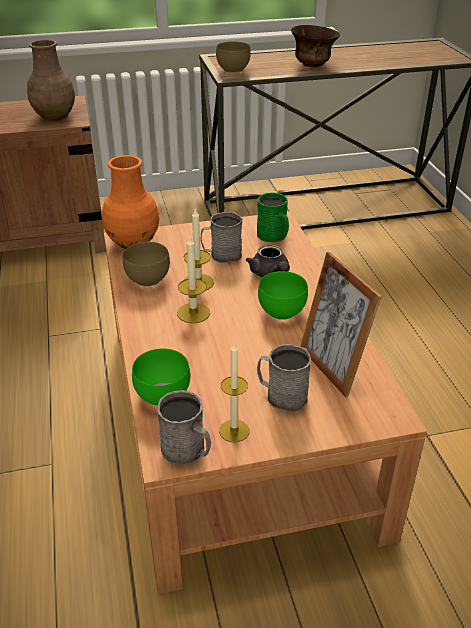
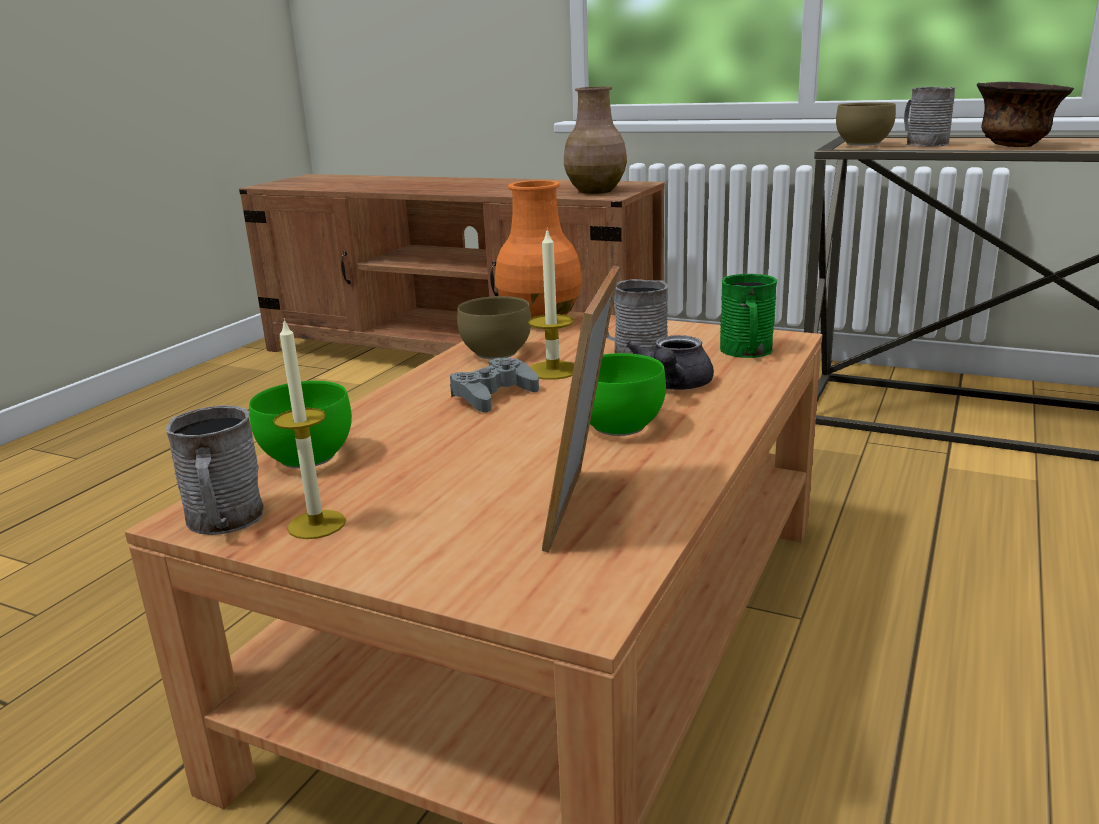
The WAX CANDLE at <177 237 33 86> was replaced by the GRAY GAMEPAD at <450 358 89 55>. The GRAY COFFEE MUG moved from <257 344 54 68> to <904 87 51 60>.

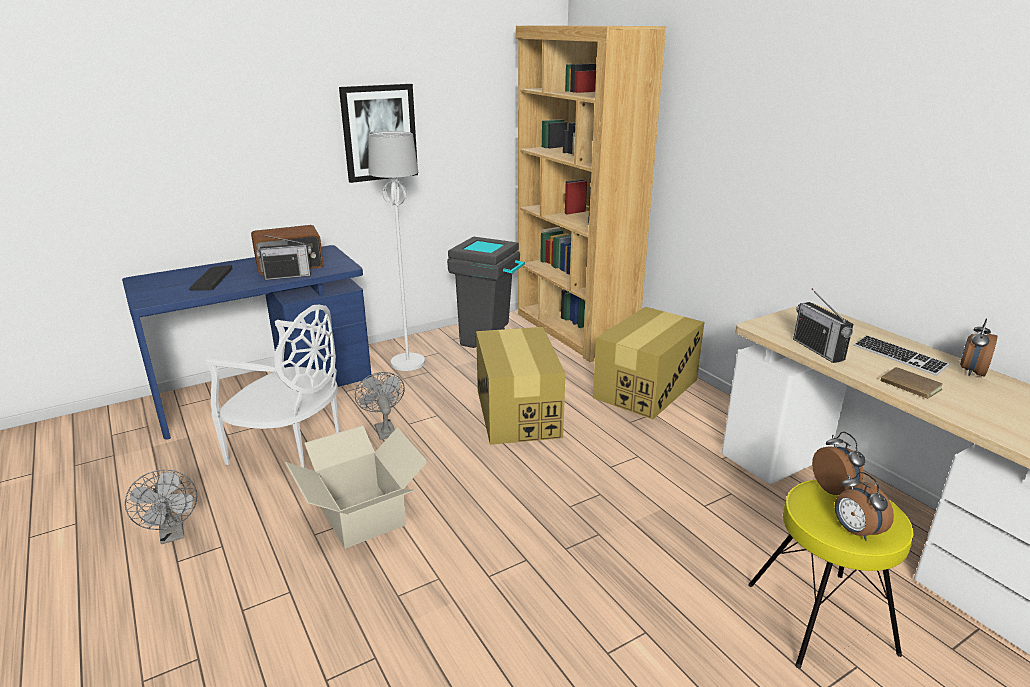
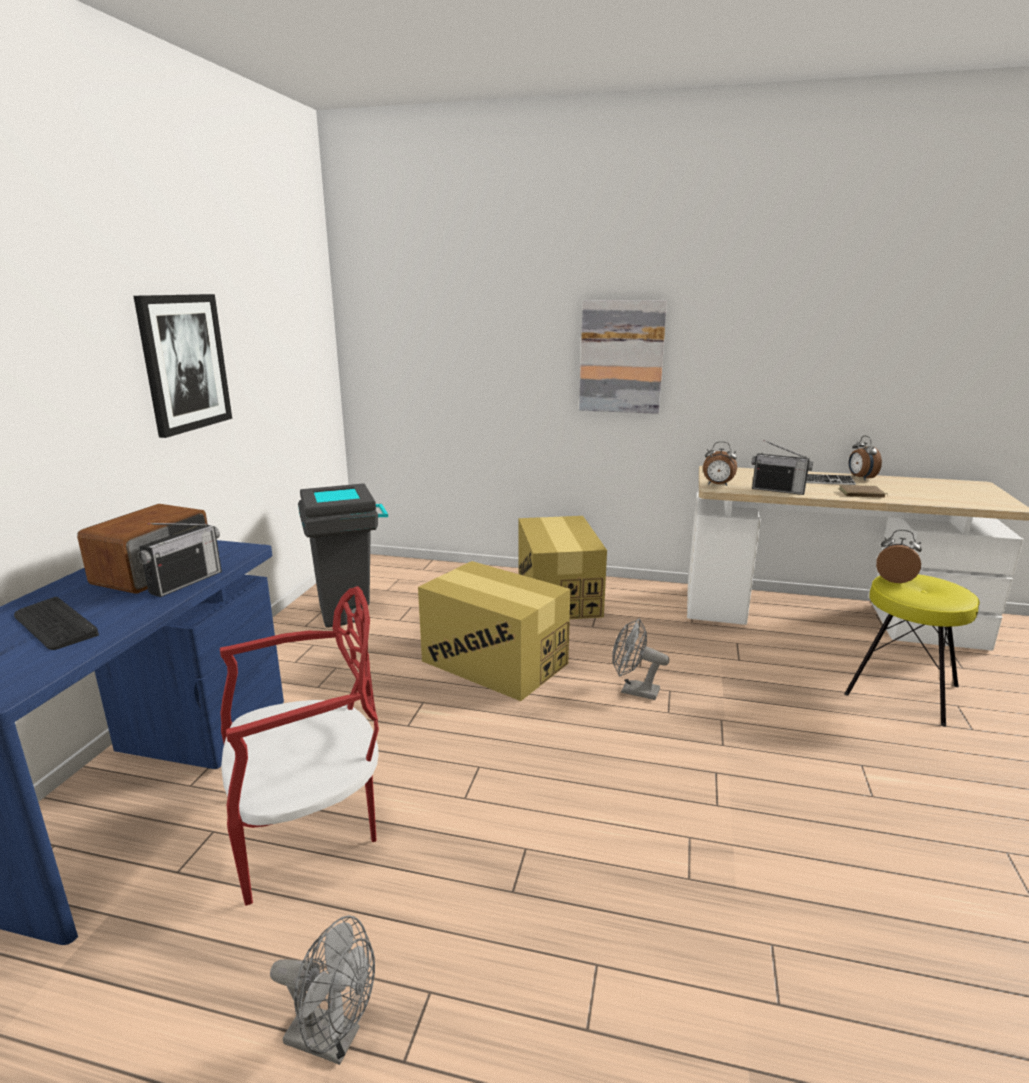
The WHITE UPRIGHT CHAIR at <206 305 133 163> became the REDDISH UPRIGHT CHAIR at <220 586 159 320>. The CARDBOARD BOX at <285 425 143 124> disappeared. The GRAY FAN moved from <355 372 50 68> to <612 619 57 81>. The WHITE FLOOR LAMP at <368 131 57 240> disappeared. The BROWNISH SHELVING UNIT at <516 25 150 337> disappeared. The ALARM CLOCK moved from <835 472 59 69> to <703 441 34 45>. The WALL ART at <579 300 88 114> appeared.

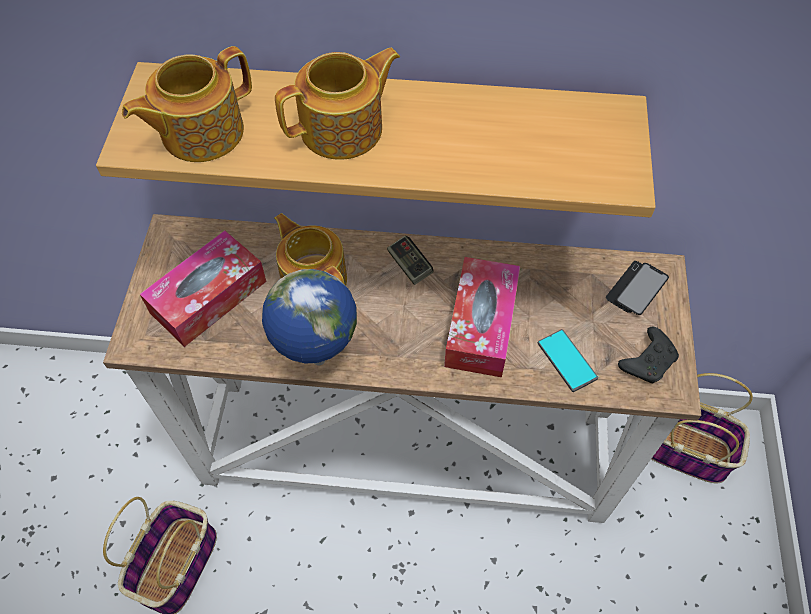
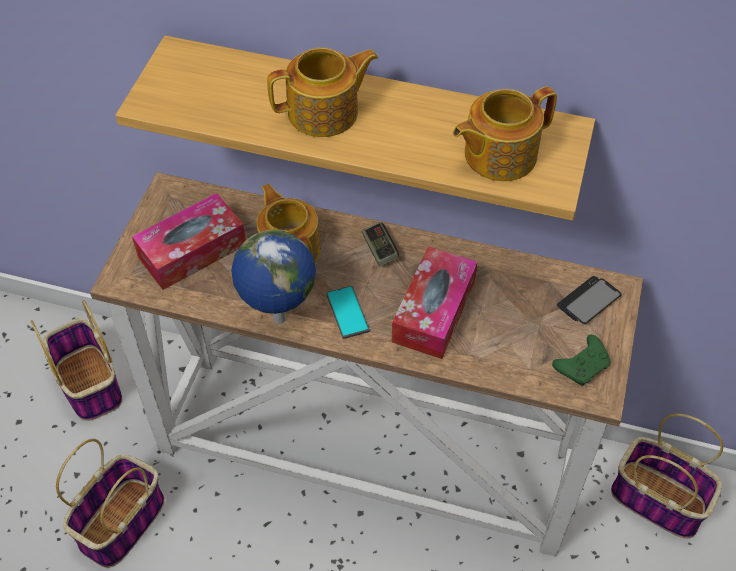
The TEAPOT moved from <122 46 130 116> to <453 86 104 95>. The TELEPHONE moved from <538 329 60 63> to <326 286 44 53>. The BLACK GAMEPAD at <618 327 61 57> became the GREENISH GAMEPAD at <552 335 58 51>. The HOUSEHOLD BASKET at <30 300 92 121> appeared.

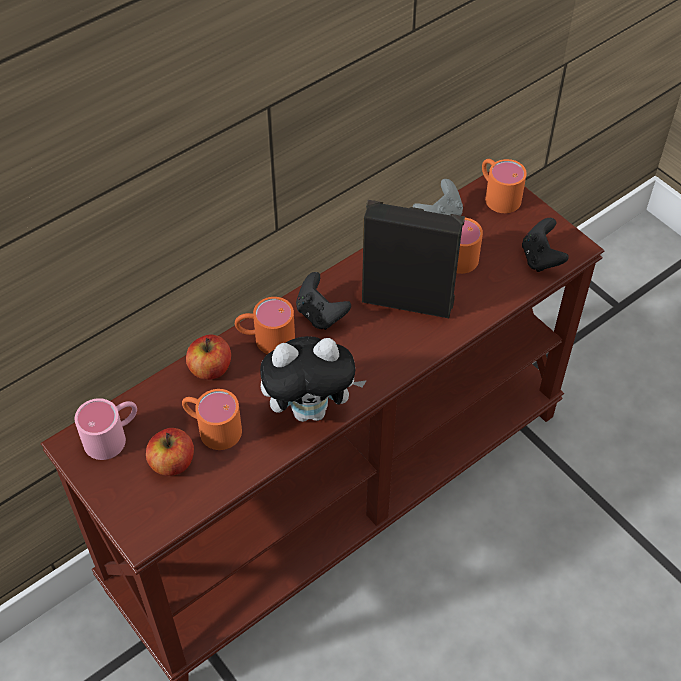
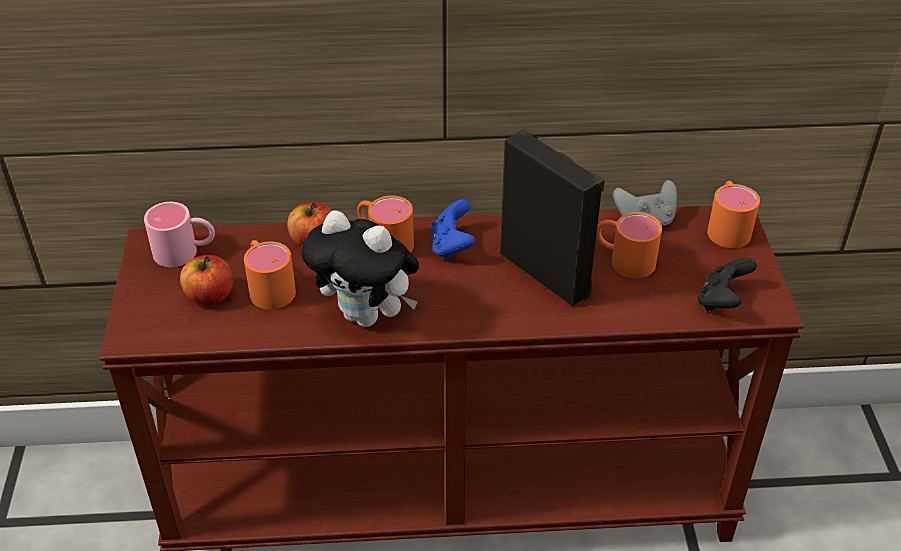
The BLACK GAMEPAD at <296 272 55 58> became the BLUISH GAMEPAD at <431 199 45 60>.

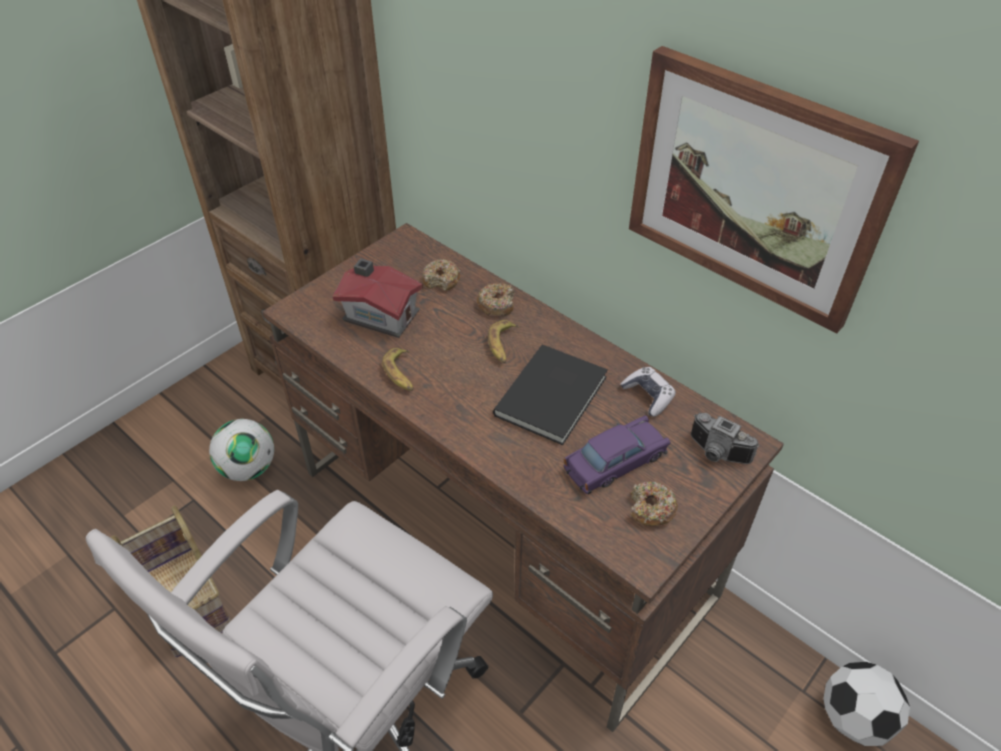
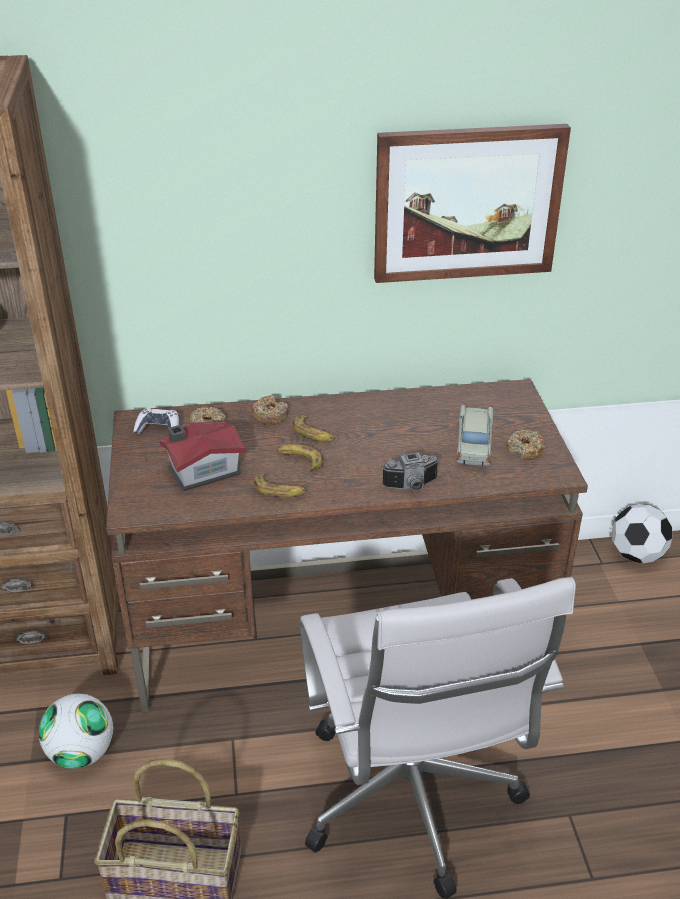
The BLACK BOOK at <493 344 115 101> disappeared. The PURPLE MODEL CAR at <564 415 106 79> became the BEIGE-COLOURED MODEL CAR at <456 405 37 61>. The GAMEPAD moved from <621 367 55 50> to <133 408 46 27>. The PHOTO CAMERA moved from <691 413 68 51> to <382 452 57 39>. The WHOLE BANANA at <277 444 46 28> appeared.

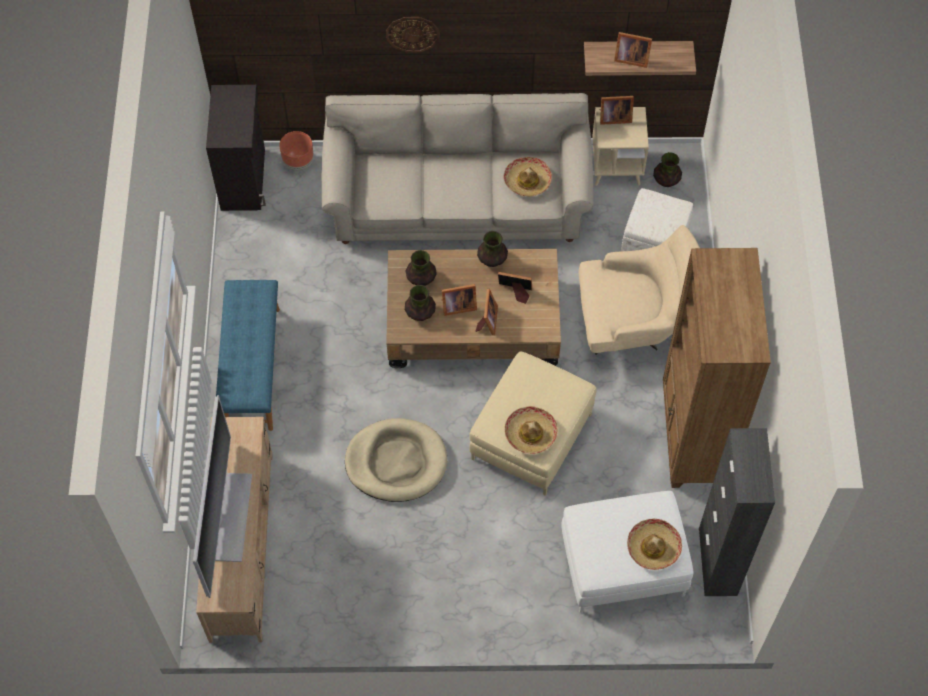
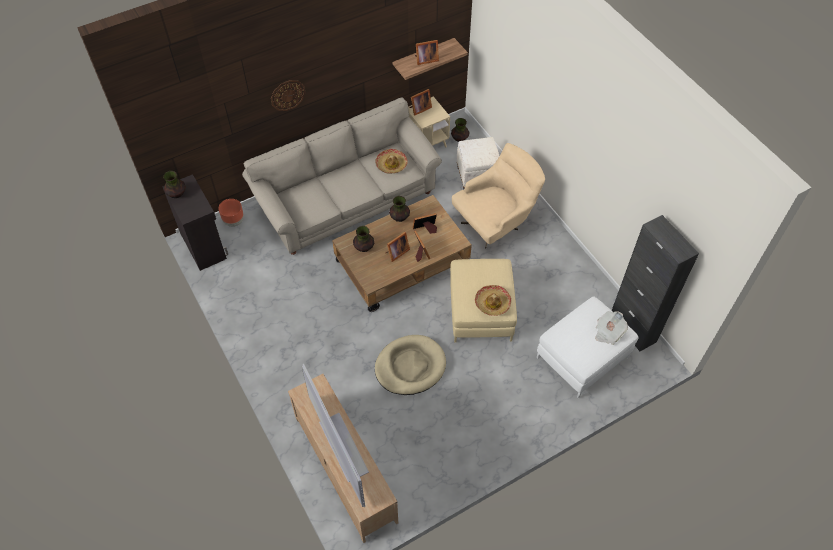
The BLUISH INDOOR BENCH at <216 280 64 151> disappeared. The FLOWER VASE moved from <405 285 31 36> to <163 171 23 27>. The CLOTHING HAT at <627 519 55 51> was replaced by the DAILY PAPER at <595 311 33 34>. The BROWNISH SHELVING UNIT at <663 248 108 240> disappeared.

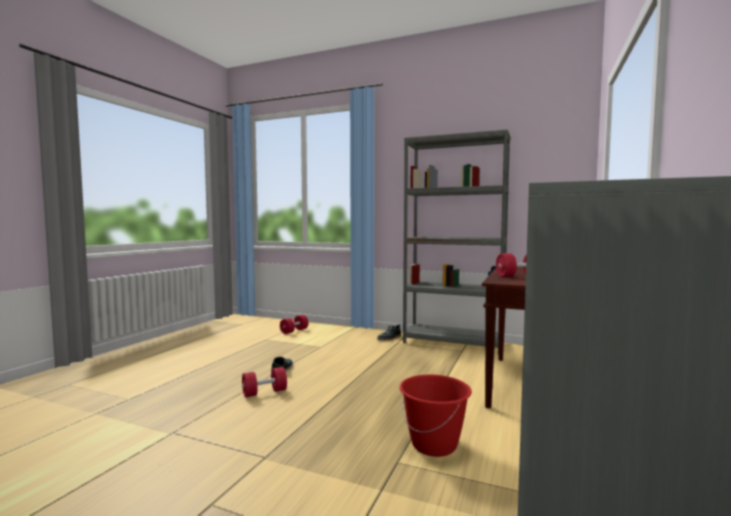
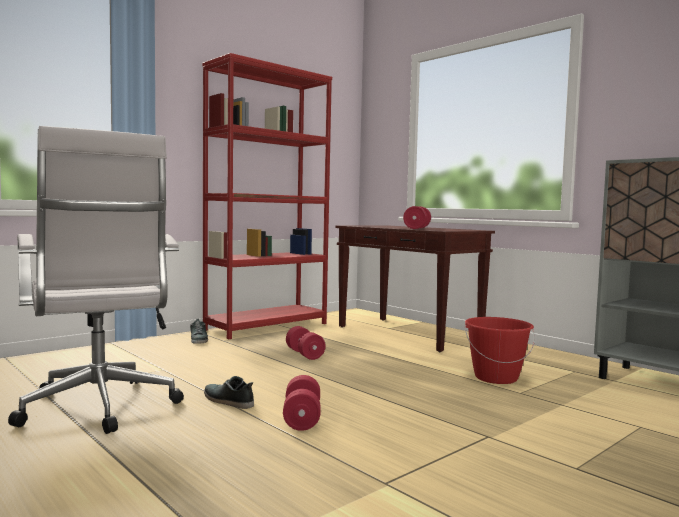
The REDDISH FREE WEIGHT moved from <280 315 29 19> to <286 326 40 34>. The GRAY SHELVING UNIT at <403 129 108 219> became the REDDISH SHELVING UNIT at <202 53 130 286>. The WHITE DESK CHAIR at <8 126 176 308> appeared.

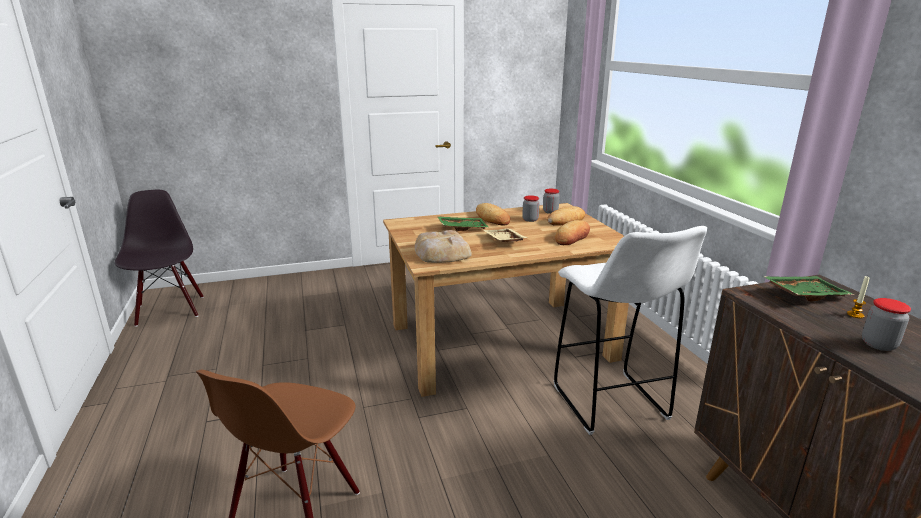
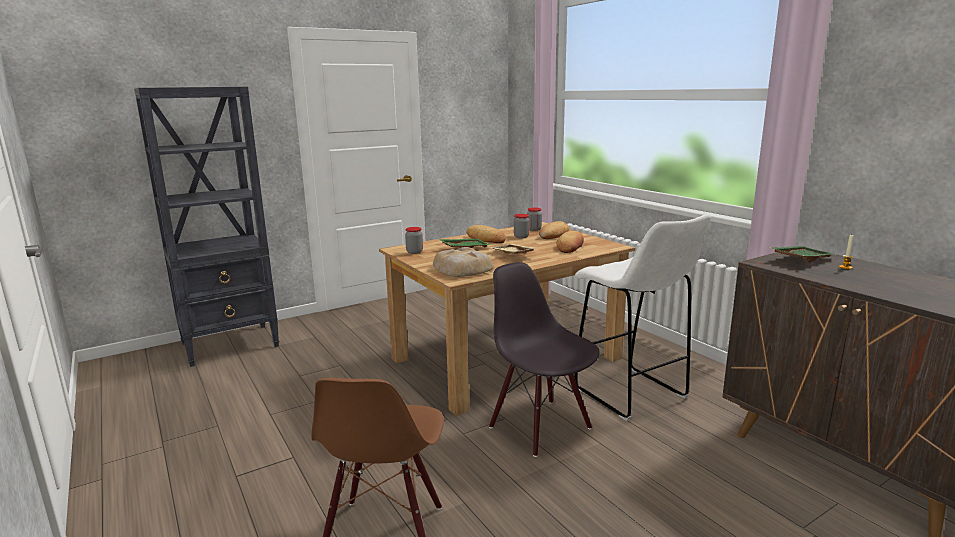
The BLACK UPRIGHT CHAIR moved from <115 190 89 137> to <489 262 111 195>. The PRESERVE JAR moved from <862 298 49 53> to <405 227 18 27>. The BLACK SHELVING UNIT at <134 87 145 280> appeared.

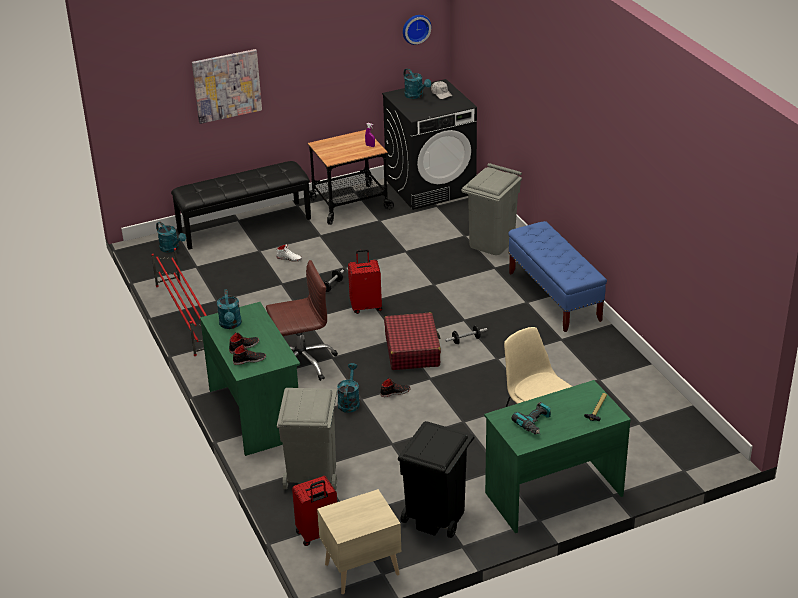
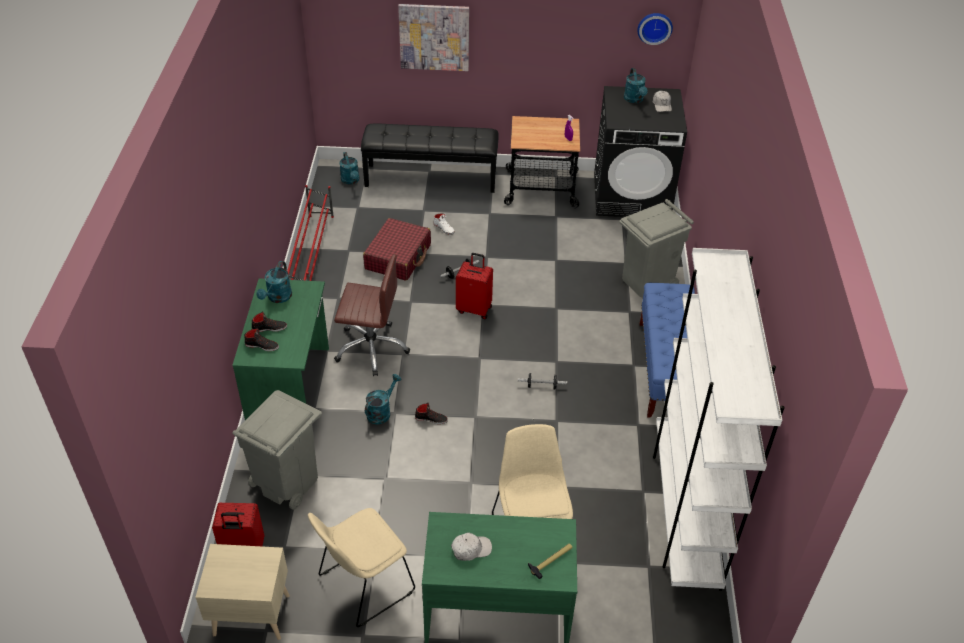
The REDDISH PIECE OF LUGGAGE moved from <384 312 57 58> to <363 218 68 63>. The BLACK WASTE BIN at <398 421 76 117> was replaced by the BEIGE-COLOURED UPRIGHT CHAIR at <308 508 107 119>. The POWER DRILL at <512 402 39 32> was replaced by the WHITE BASEBALL CAP at <451 533 41 28>. The WHITE SHELVING UNIT at <653 248 132 343> appeared.

